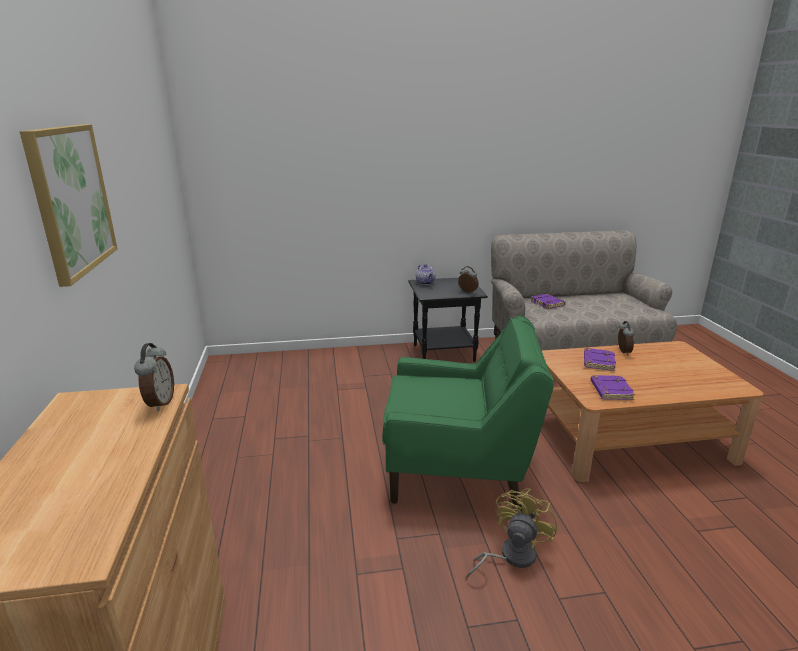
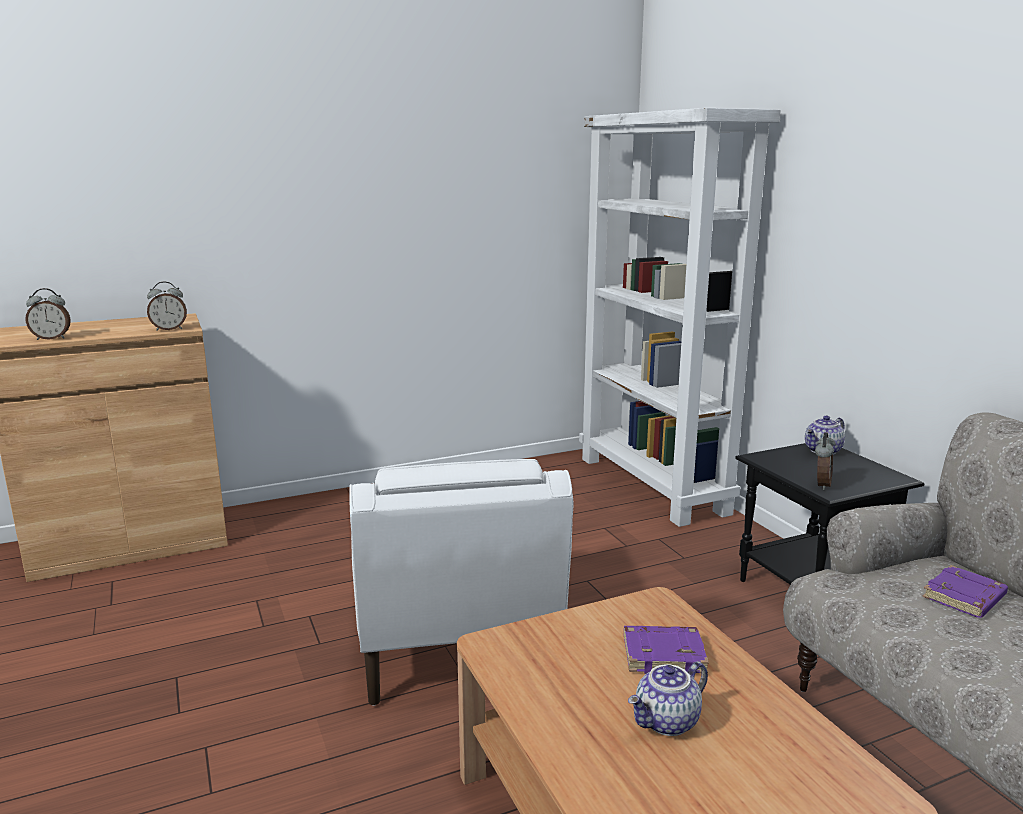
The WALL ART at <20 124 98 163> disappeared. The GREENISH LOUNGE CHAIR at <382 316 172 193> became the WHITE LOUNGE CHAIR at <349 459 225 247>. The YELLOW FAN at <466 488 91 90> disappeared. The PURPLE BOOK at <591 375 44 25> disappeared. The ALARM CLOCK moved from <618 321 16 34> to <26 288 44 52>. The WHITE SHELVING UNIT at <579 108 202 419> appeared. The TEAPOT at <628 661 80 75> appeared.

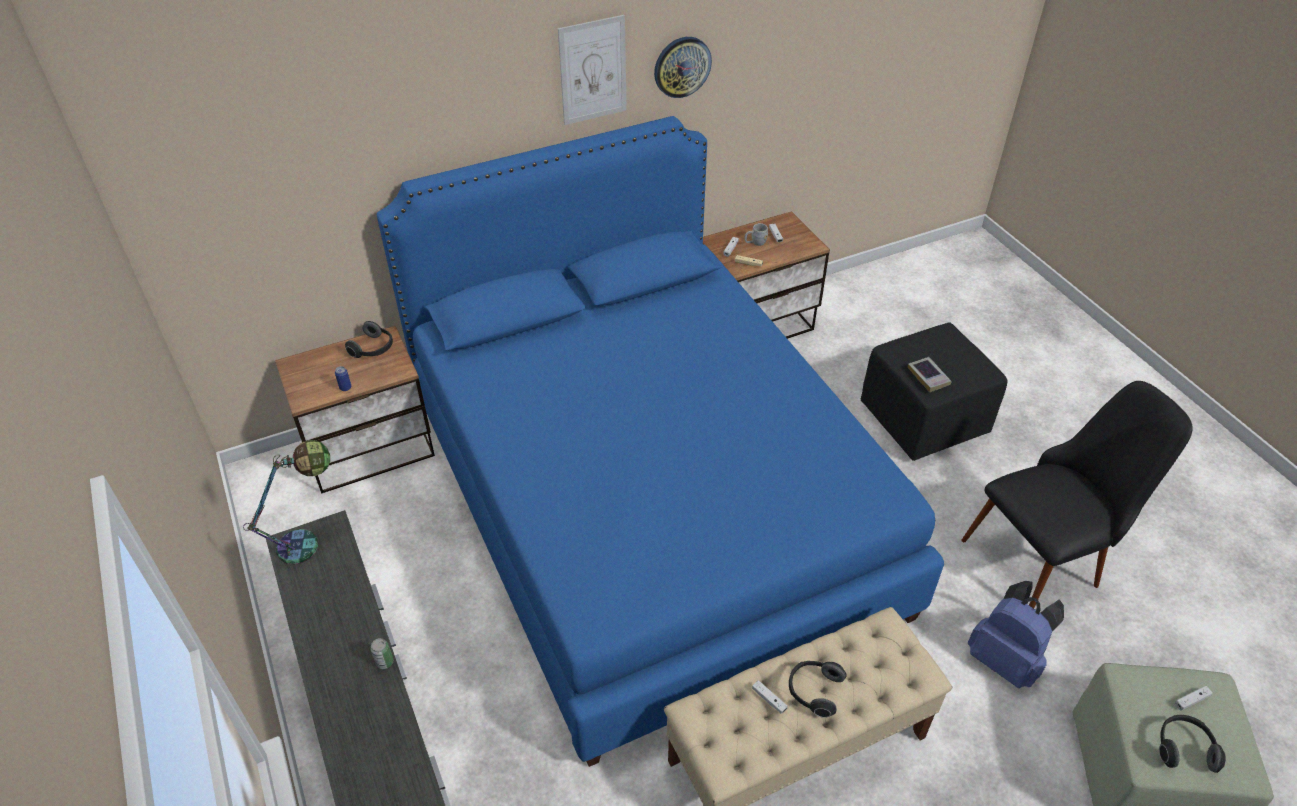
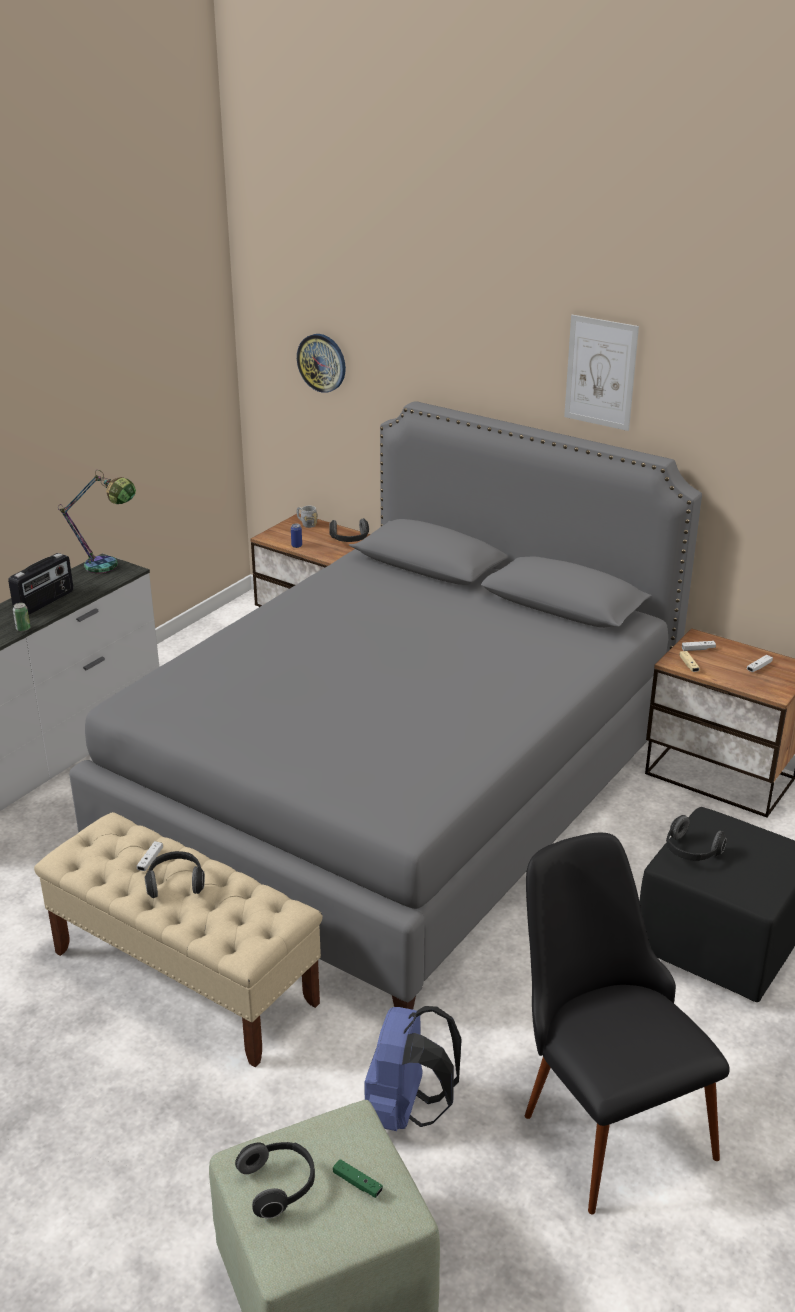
The BLUISH BED at <377 116 567 651> became the GRAY BED at <69 401 633 609>. The CLOCK ON THE WALL moved from <654 37 58 61> to <297 334 49 59>. The GRAY COFFEE MUG moved from <744 223 24 23> to <297 506 21 22>. The BOOK at <908 357 44 35> was replaced by the HEADSET at <666 815 61 46>. The BLACK UPRIGHT CHAIR at <961 381 232 227> turned 150 degrees counterclockwise. The WHITE GAMEPAD at <1175 686 38 24> became the GREENISH GAMEPAD at <333 1159 50 39>. The RADIO RECEIVER at <8 553 65 61> appeared.

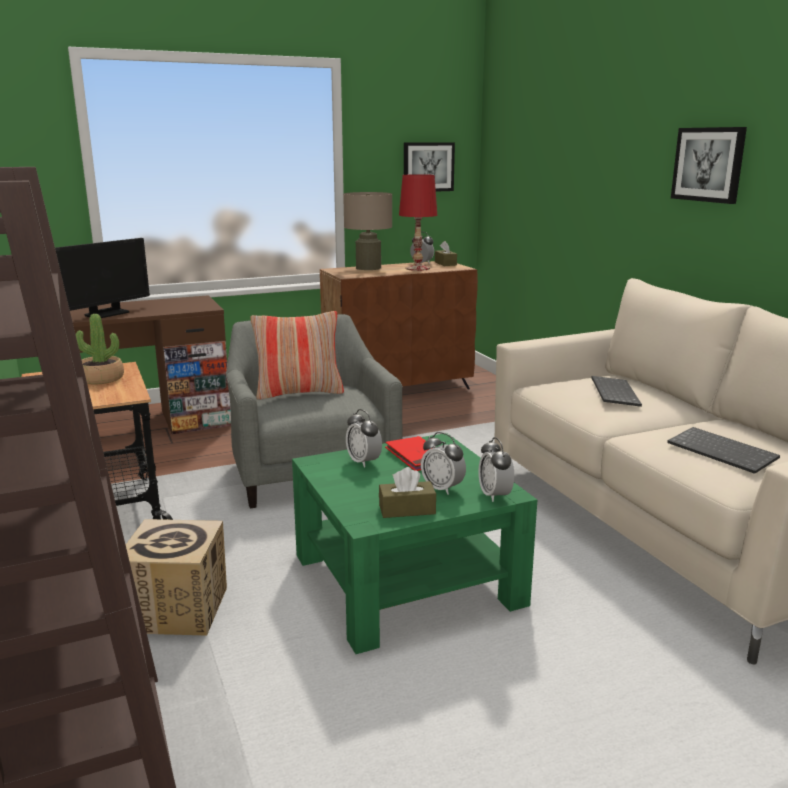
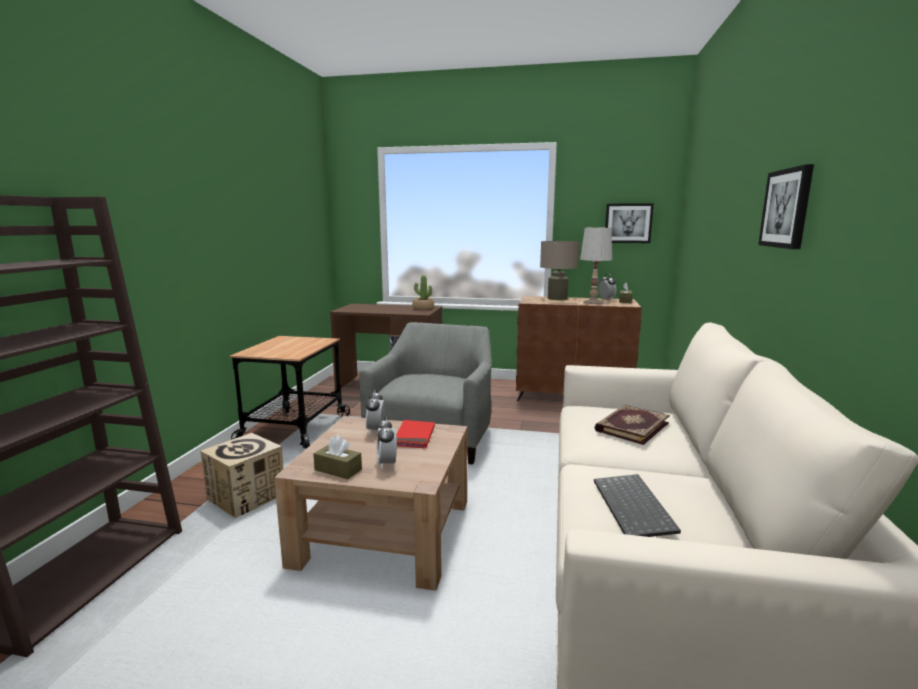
The COMPUTER SCREEN at <55 238 95 80> disappeared. The HOUSEPLANT moved from <76 314 48 70> to <412 275 22 35>. The PILLOW at <251 311 93 89> disappeared. The GREENISH LOUNGE TABLE at <292 433 245 221> became the BROWNISH LOUNGE TABLE at <274 416 193 175>. The REDDISH TABLE LAMP at <399 174 38 97> became the WHITE TABLE LAMP at <580 228 32 76>. The ALARM CLOCK at <478 437 36 65> disappeared. The COMPUTER KEYBOARD at <591 376 51 31> was replaced by the BOOK at <595 405 75 40>.

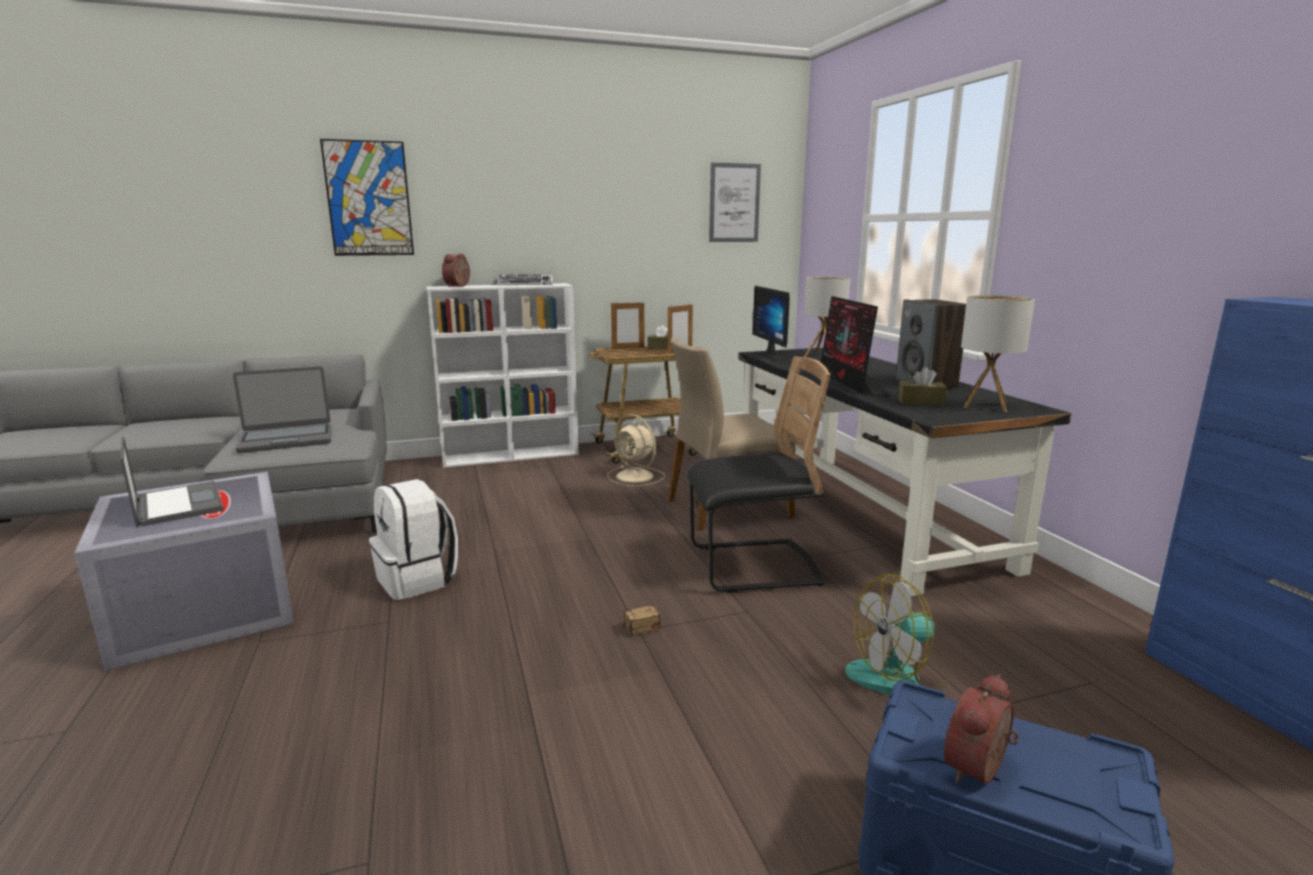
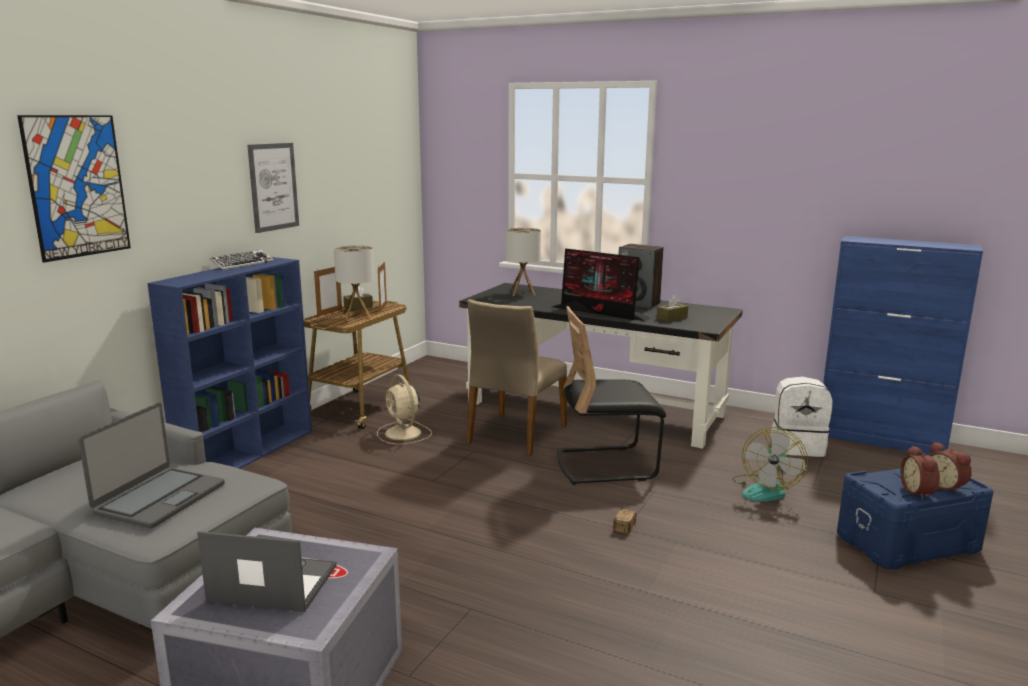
The WHITE KNAPSACK moved from <369 479 89 121> to <771 376 62 81>. The WHITE SHELVING UNIT at <427 283 152 185> became the BLUISH SHELVING UNIT at <147 257 165 212>. The ALARM CLOCK moved from <442 253 28 34> to <929 442 43 52>. The BEIGE-COLOURED FAN at <607 414 58 72> turned 60 degrees clockwise. The BLACK UPRIGHT CHAIR at <687 357 144 236> turned 135 degrees counterclockwise. The WALL ART moved from <709 163 52 79> to <247 143 52 90>. The COMPUTER SCREEN at <753 286 37 75> disappeared. The TABLE LAMP moved from <961 295 74 117> to <334 245 40 75>.

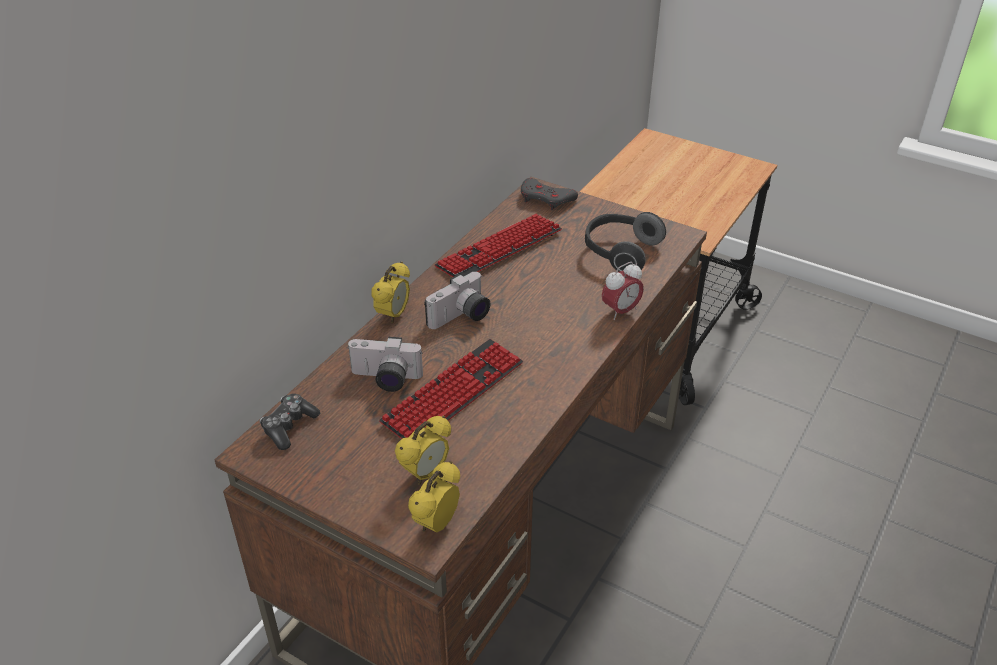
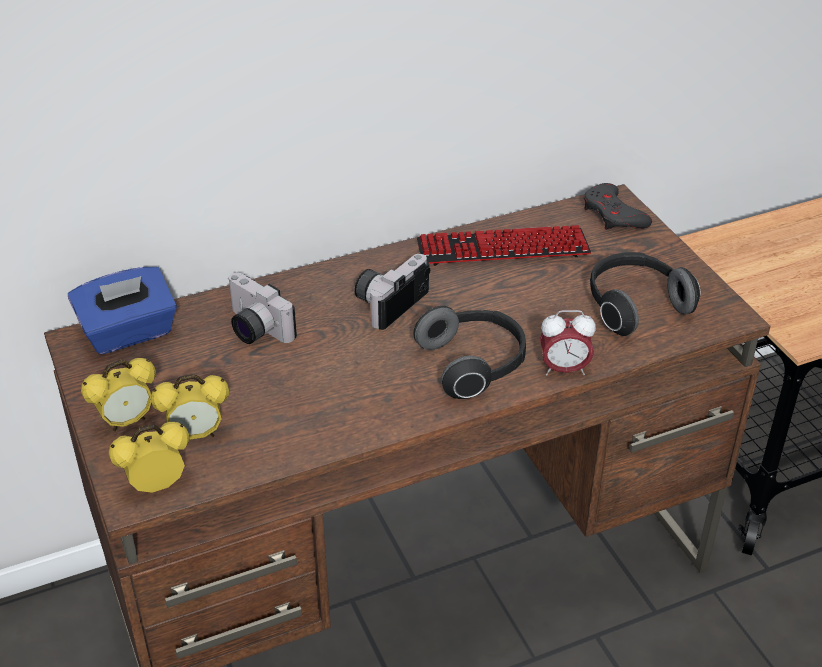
The GAMEPAD at <260 394 60 56> was replaced by the BLUISH TISSUE HOLDER at <68 267 109 87>. The ALARM CLOCK moved from <371 262 39 61> to <81 358 75 73>. The COMPUTER KEYBOARD at <379 339 144 100> disappeared. The PHOTO CAMERA at <424 272 66 57> turned 135 degrees clockwise. The HEADSET at <413 306 113 93> appeared.

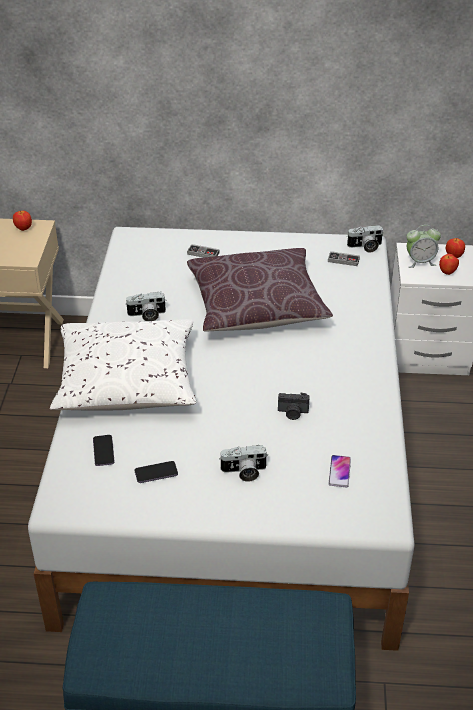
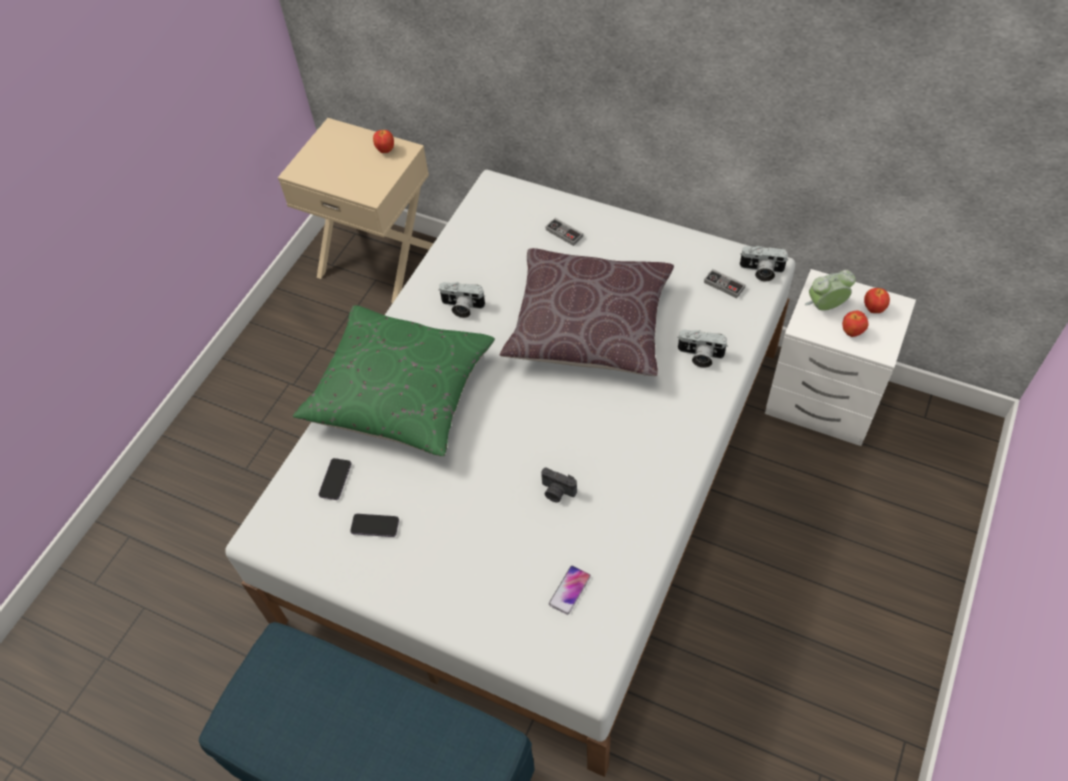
The WHITE PILLOW at <50 319 146 91> became the GREENISH PILLOW at <293 305 202 152>. The PHOTO CAMERA moved from <219 445 49 37> to <677 329 51 39>. The ALARM CLOCK at <406 225 35 43> turned 150 degrees clockwise.

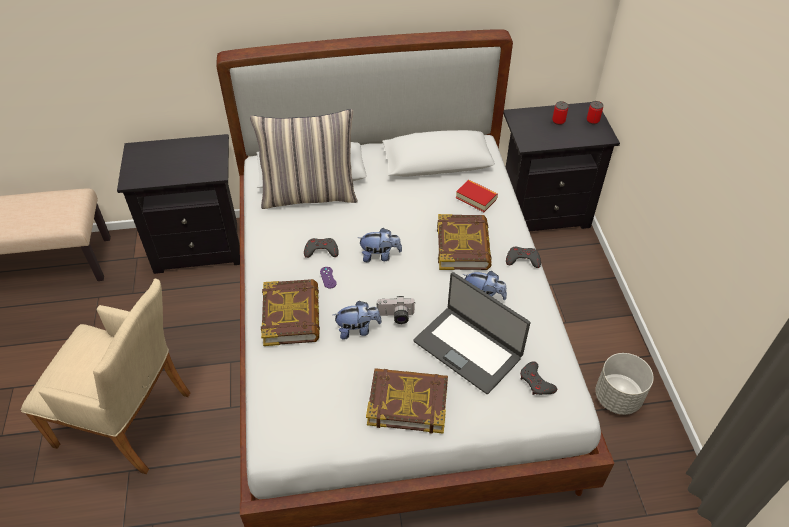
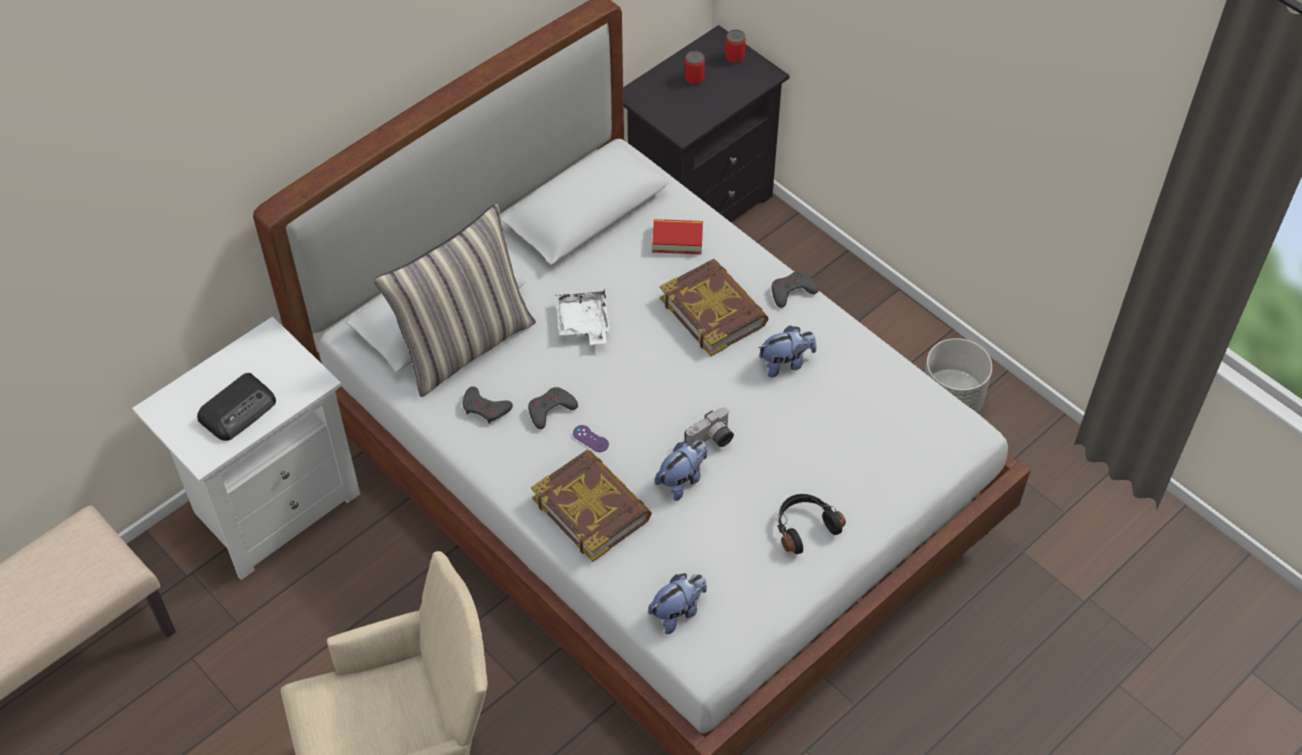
The BLACK NIGHTSTAND at <117 134 123 140> became the WHITE NIGHTSTAND at <132 316 228 264>. The PLUSH TOY moved from <358 228 44 34> to <648 573 59 61>. The BOOK at <366 368 82 66> was replaced by the BLACK HEADSET at <777 494 69 60>. The PORTABLE COMPUTER at <413 272 118 122> disappeared. The GRAY GAMEPAD moved from <520 361 37 34> to <462 387 51 37>. The RADIO RECEIVER at <197 373 79 68> appeared. The WHITE TRAY at <555 289 55 56> appeared.

